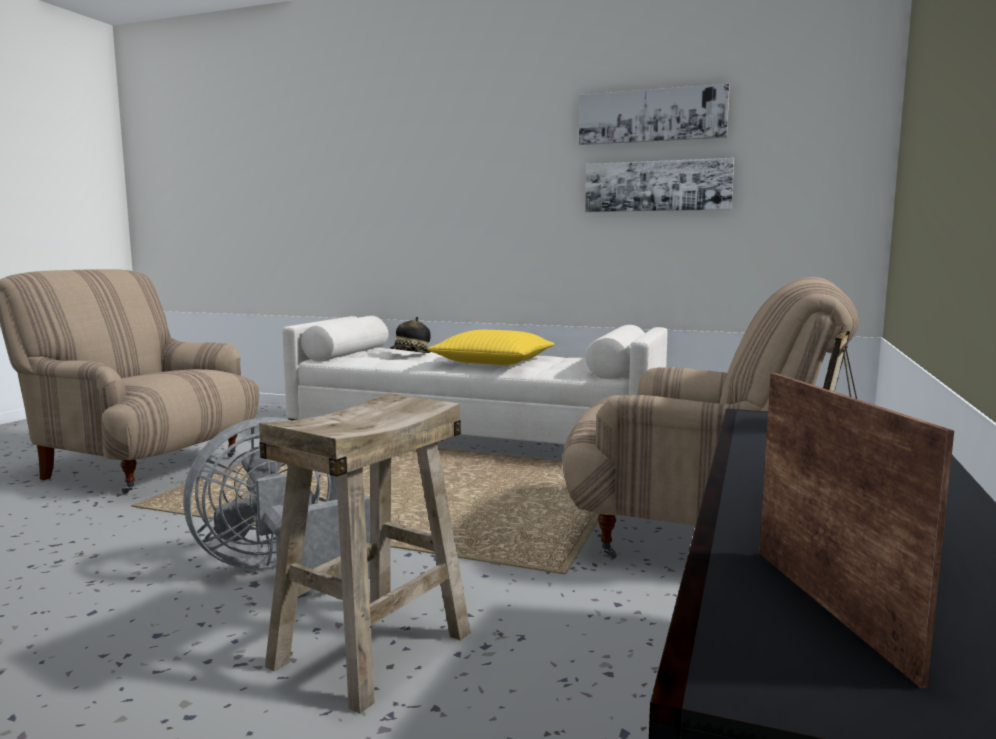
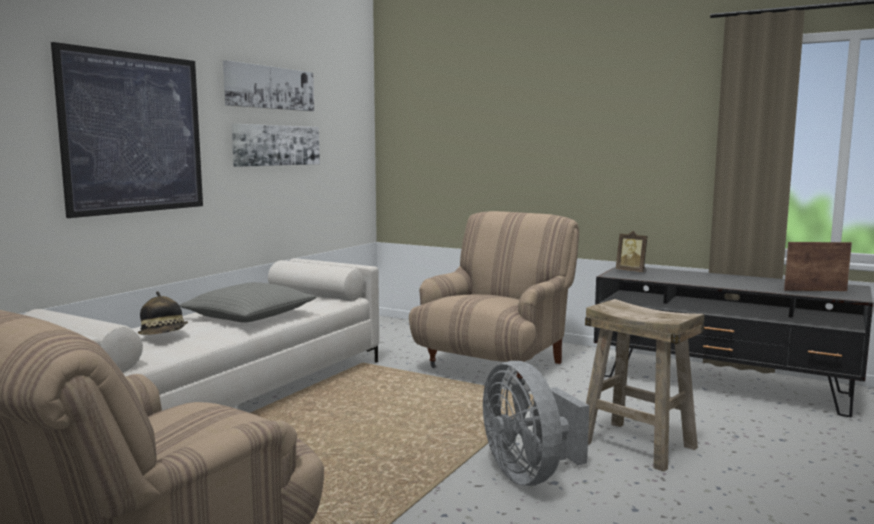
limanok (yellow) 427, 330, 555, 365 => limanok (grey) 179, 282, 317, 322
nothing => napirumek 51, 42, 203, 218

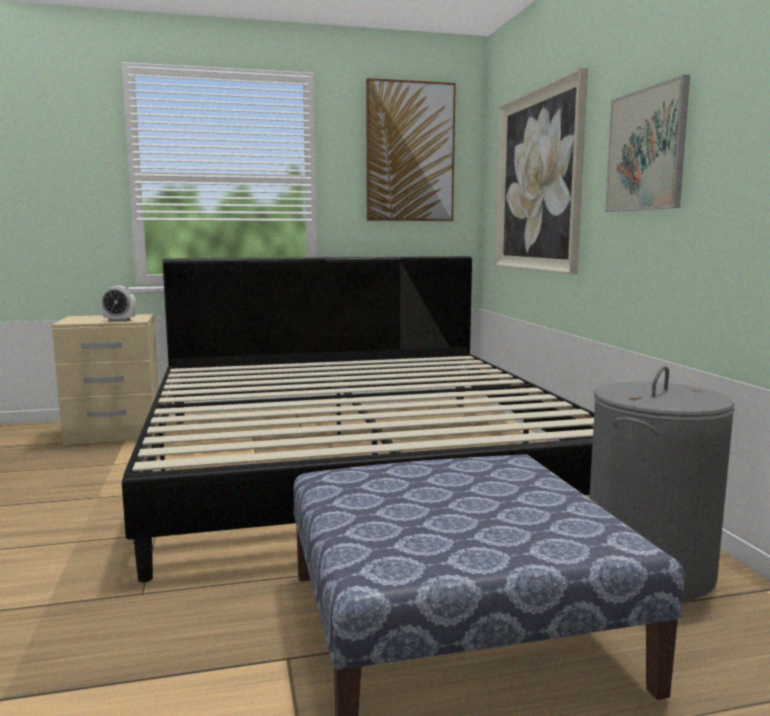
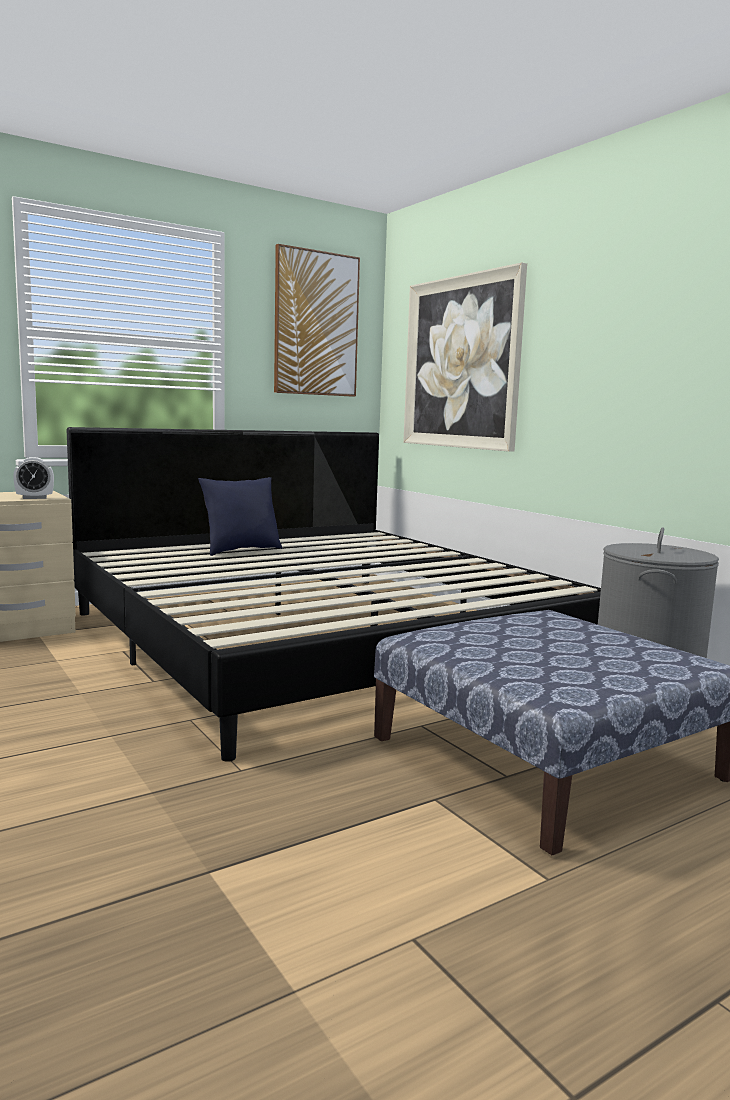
napirumek 605, 75, 690, 212 => nothing
nothing => limanok (blue) 198, 477, 282, 556

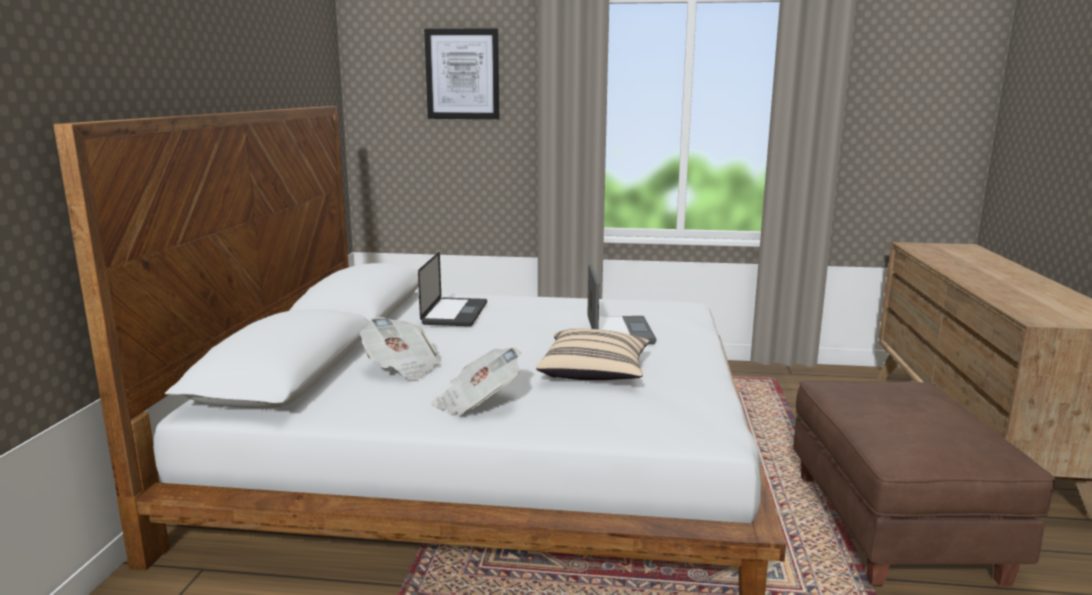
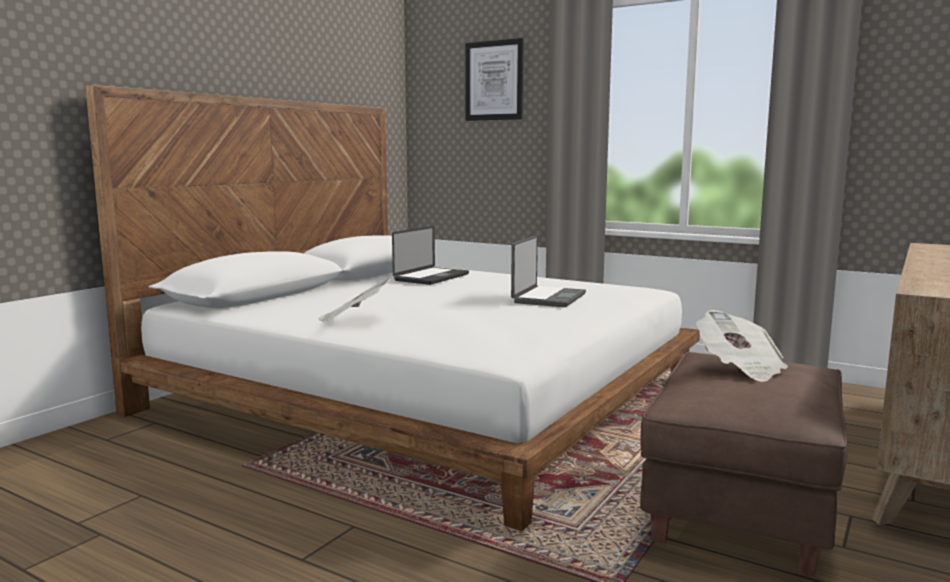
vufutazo 360, 317, 441, 380 => vufutazo 696, 310, 788, 382, shifted
limanok (beige) 536, 328, 649, 380 => nothing

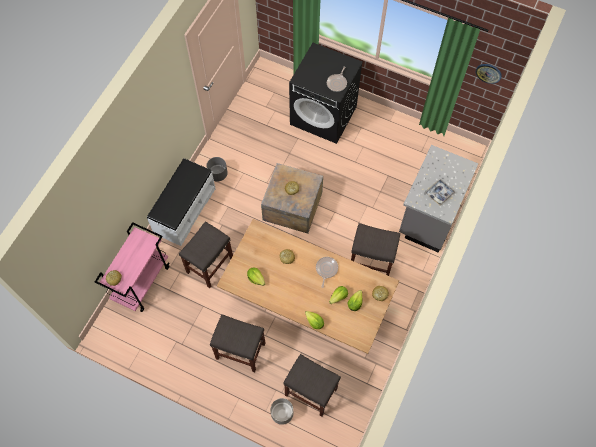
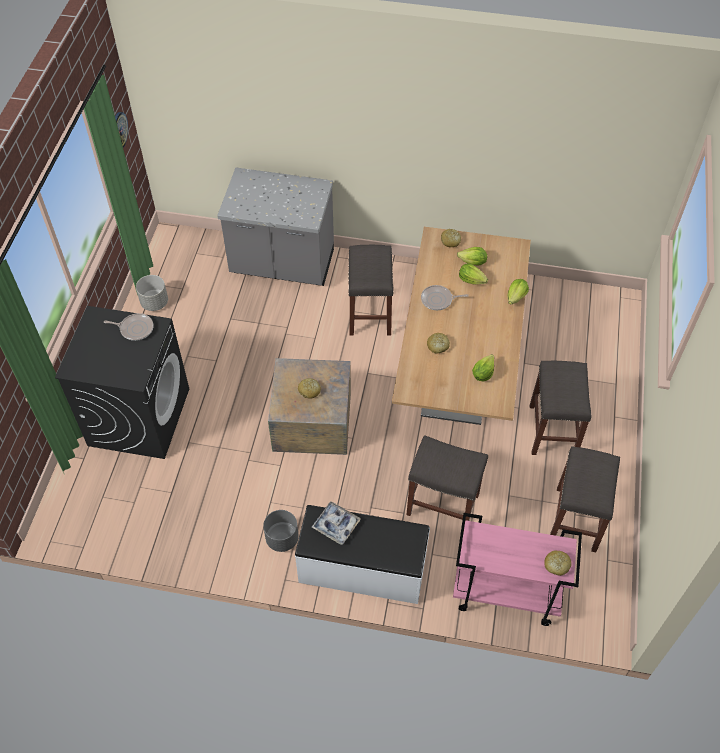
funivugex 425, 179, 455, 206 => funivugex 312, 501, 361, 545, shifted
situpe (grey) 283, 354, 341, 417 => situpe (grey) 550, 446, 620, 552, shifted
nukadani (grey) 270, 398, 293, 425 => nukadani (grey) 136, 275, 168, 311, shifted

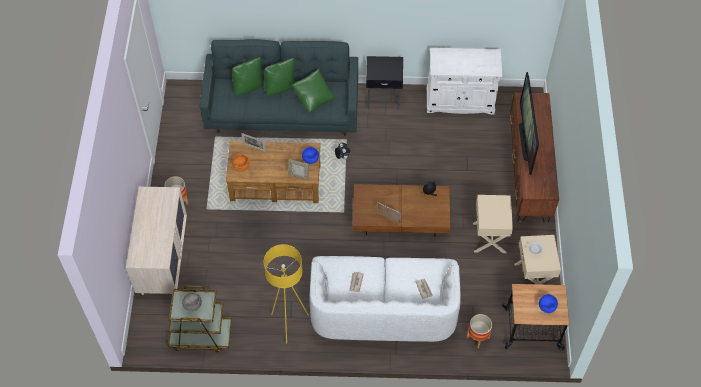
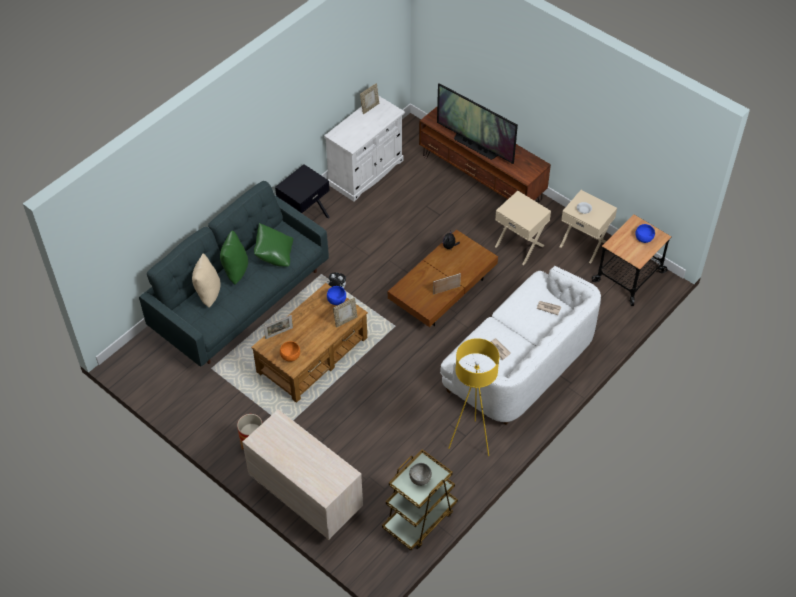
limanok (green) 232, 58, 263, 96 => limanok (beige) 192, 253, 221, 308
nukadani 467, 314, 492, 348 => nothing
nothing => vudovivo 360, 83, 379, 114

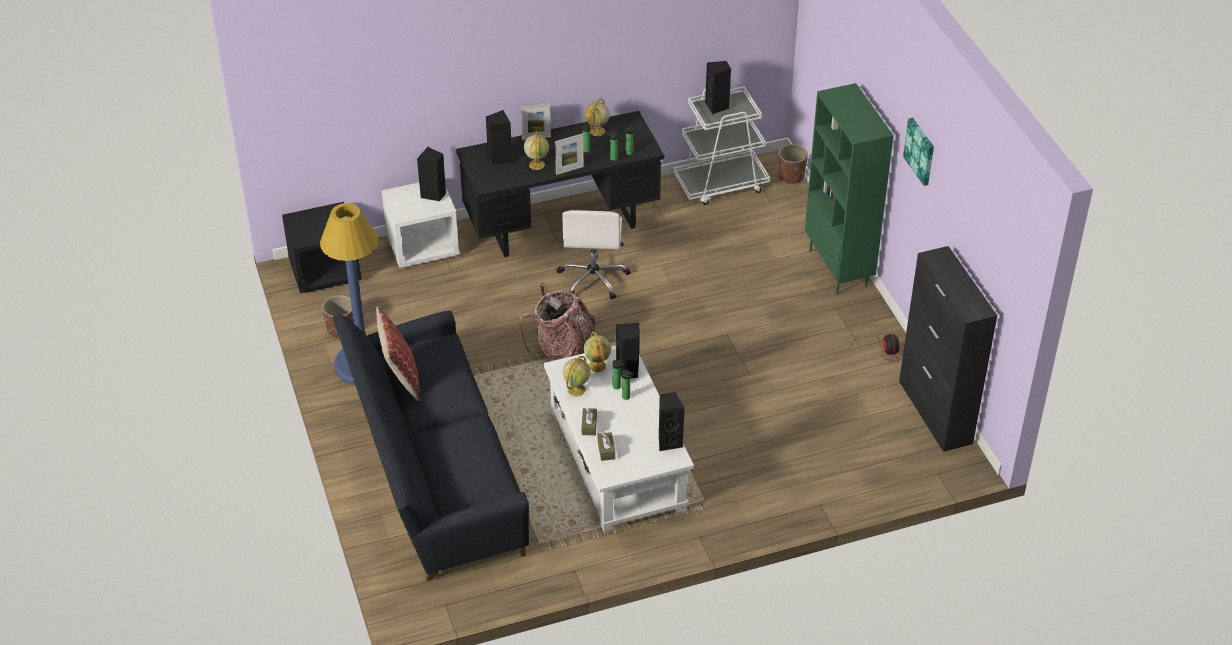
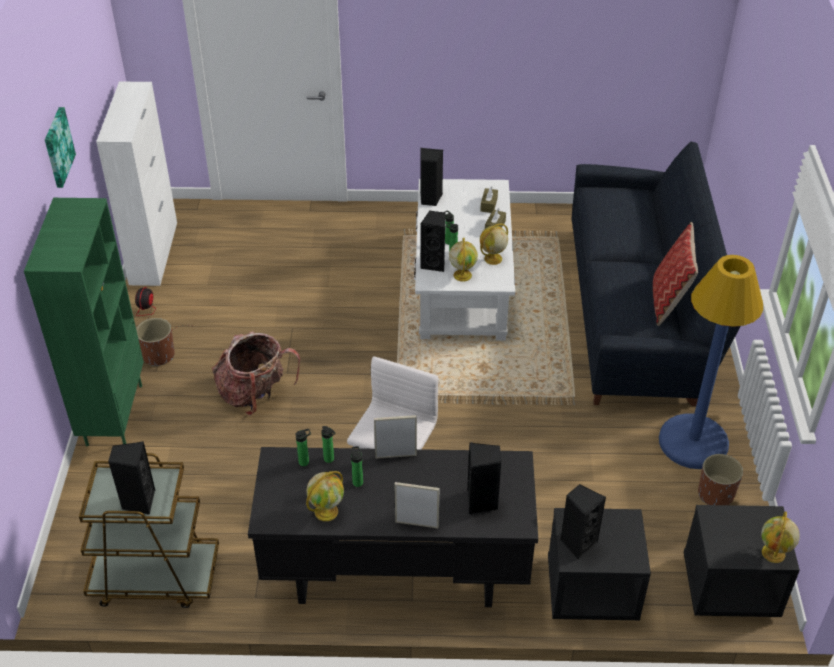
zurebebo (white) 673, 86, 770, 205 => zurebebo (brown) 79, 453, 219, 608
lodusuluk 524, 131, 549, 170 => lodusuluk 761, 511, 800, 563, shifted
nukadani (brown) 778, 144, 808, 185 => nukadani (brown) 136, 318, 175, 367, shifted
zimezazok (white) 382, 183, 460, 268 => zimezazok (black) 548, 508, 651, 620
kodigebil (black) 899, 246, 997, 452 => kodigebil (white) 96, 82, 177, 286
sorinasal 519, 283, 596, 361 => sorinasal 212, 331, 300, 415, shifted

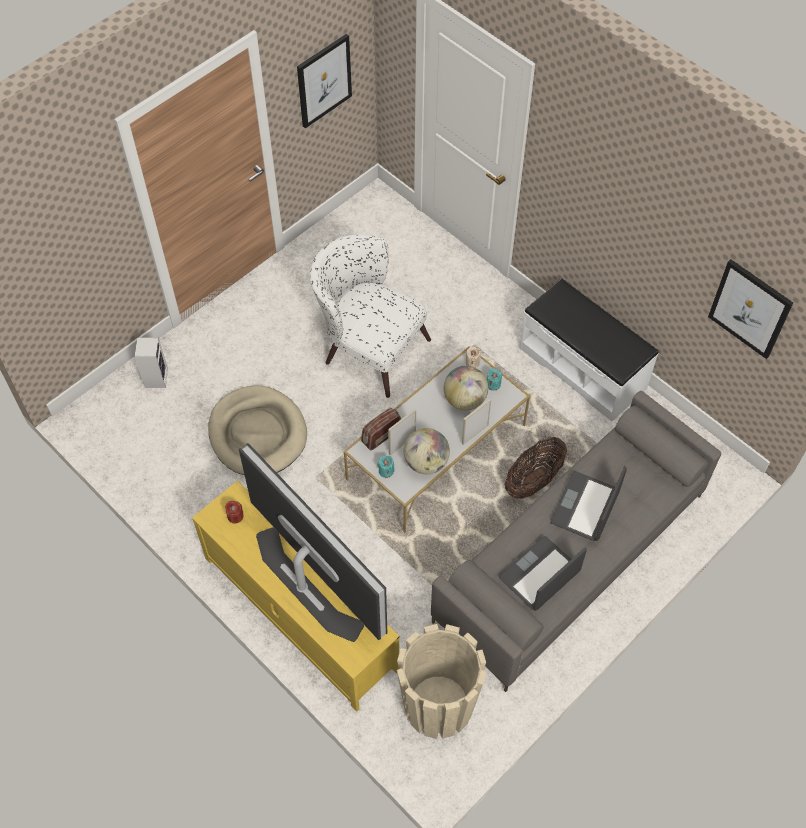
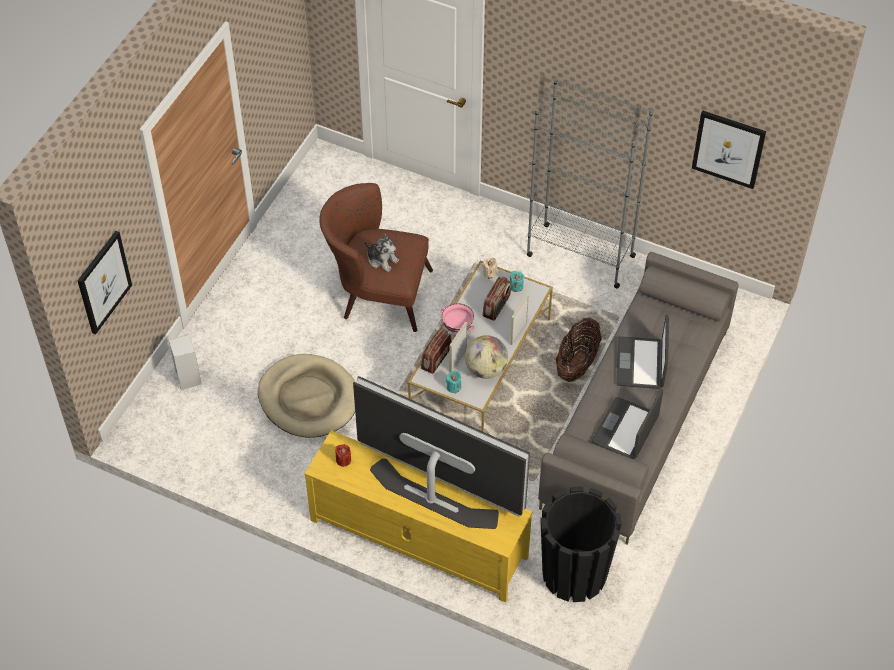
napirumek 297, 34, 352, 128 => napirumek 77, 231, 132, 334, shifted
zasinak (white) 310, 234, 431, 398 => zasinak (brown) 319, 183, 433, 332
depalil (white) 519, 278, 658, 422 => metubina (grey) 526, 78, 653, 289
lodusuluk 444, 366, 488, 410 => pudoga 483, 277, 511, 321
nukadani (beige) 397, 624, 486, 739 => nukadani (black) 540, 486, 622, 602
nothing => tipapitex 364, 234, 399, 272
nothing => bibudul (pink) 441, 303, 475, 333

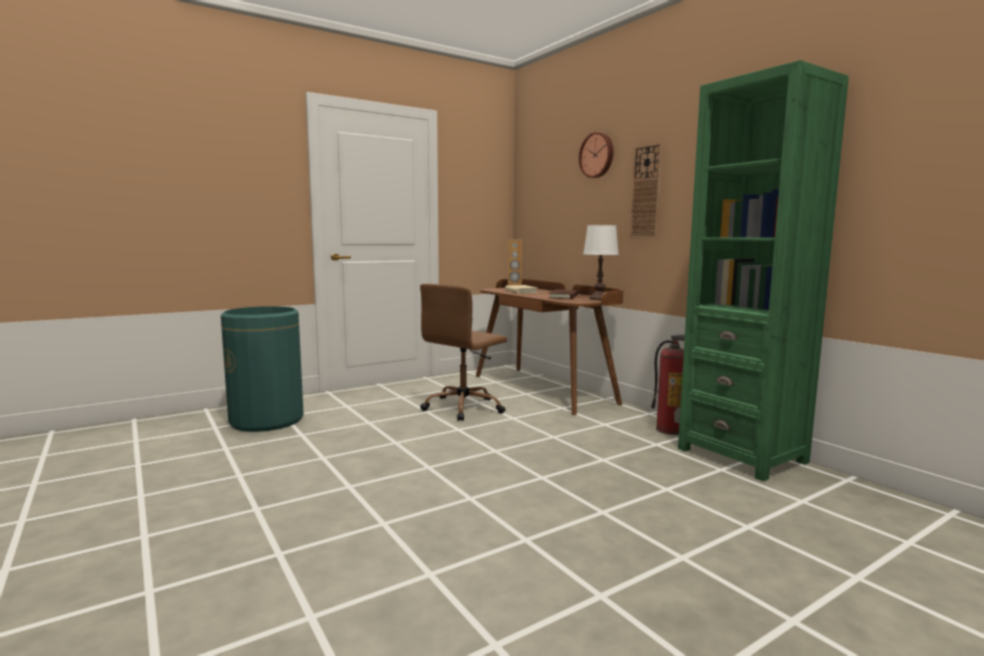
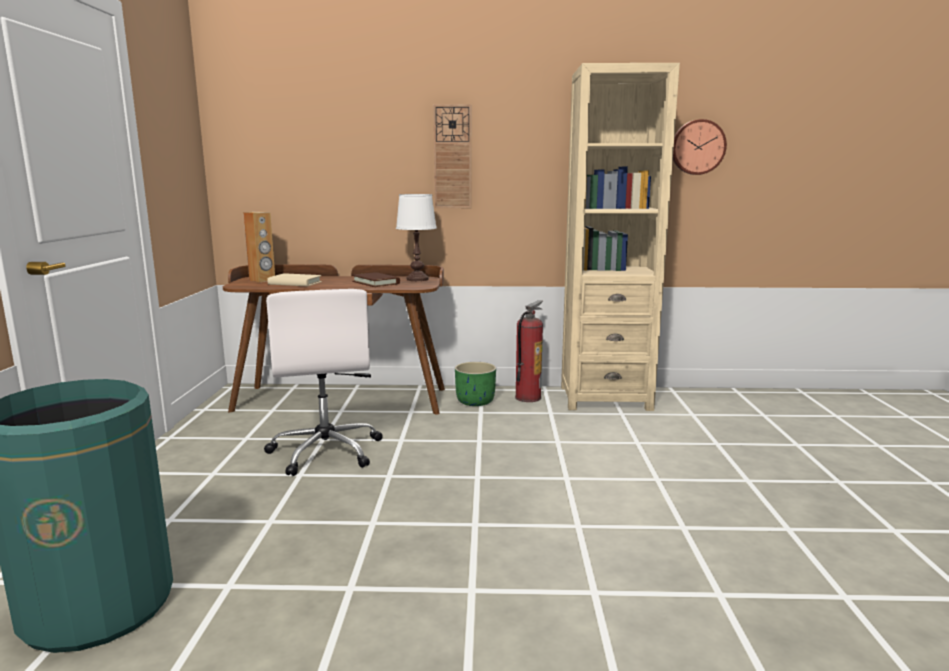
metubina (green) 678, 60, 849, 481 => metubina (beige) 561, 63, 680, 411
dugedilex 579, 132, 613, 178 => dugedilex 673, 119, 727, 175, shifted
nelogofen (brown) 420, 284, 507, 421 => nelogofen (white) 264, 289, 382, 476
nothing => nukadani (green) 455, 362, 496, 406

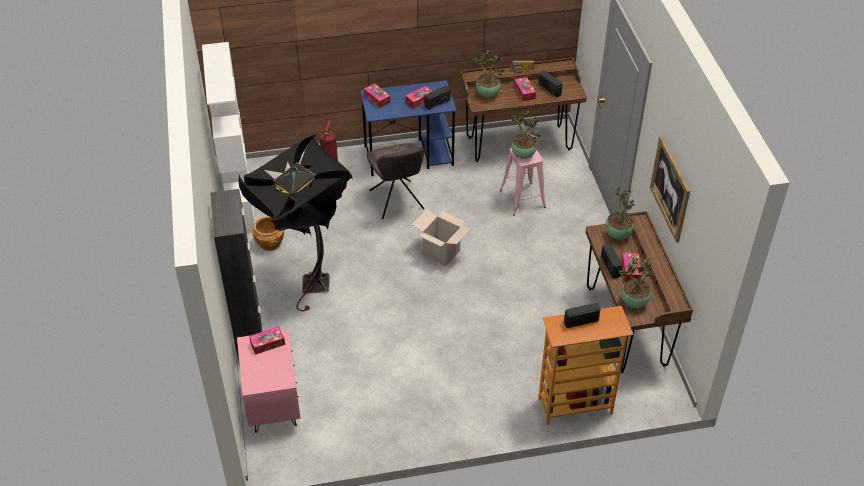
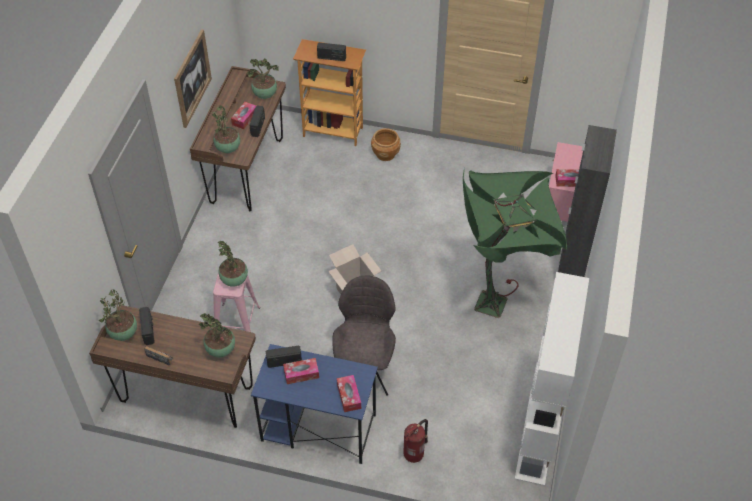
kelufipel 514, 77, 536, 101 => nothing
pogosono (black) 239, 134, 352, 311 => pogosono (green) 463, 168, 567, 318
nukadani (brown) 252, 216, 284, 251 => nukadani (brown) 371, 128, 401, 161, shifted
nothing => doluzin 99, 289, 137, 341

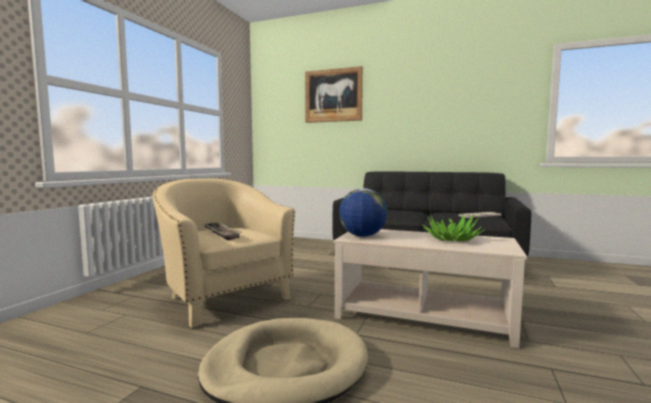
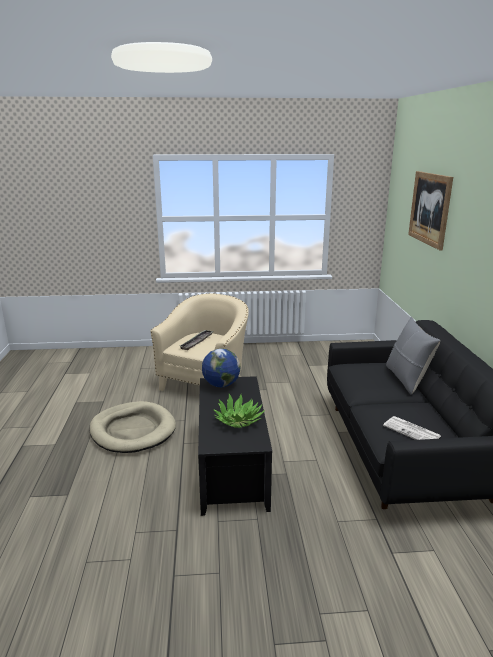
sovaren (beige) 333, 229, 527, 348 => sovaren (black) 198, 376, 272, 516
nothing => limanok (grey) 386, 317, 440, 394

